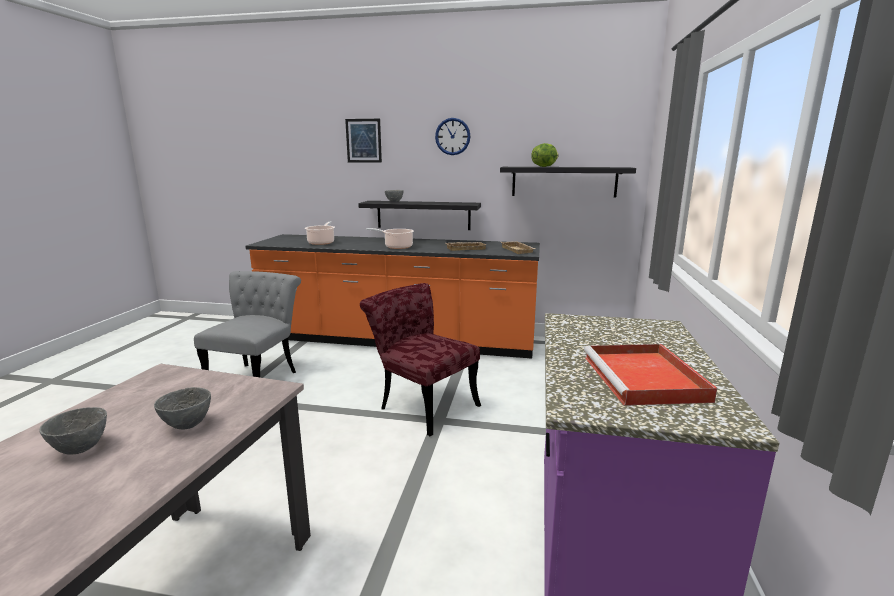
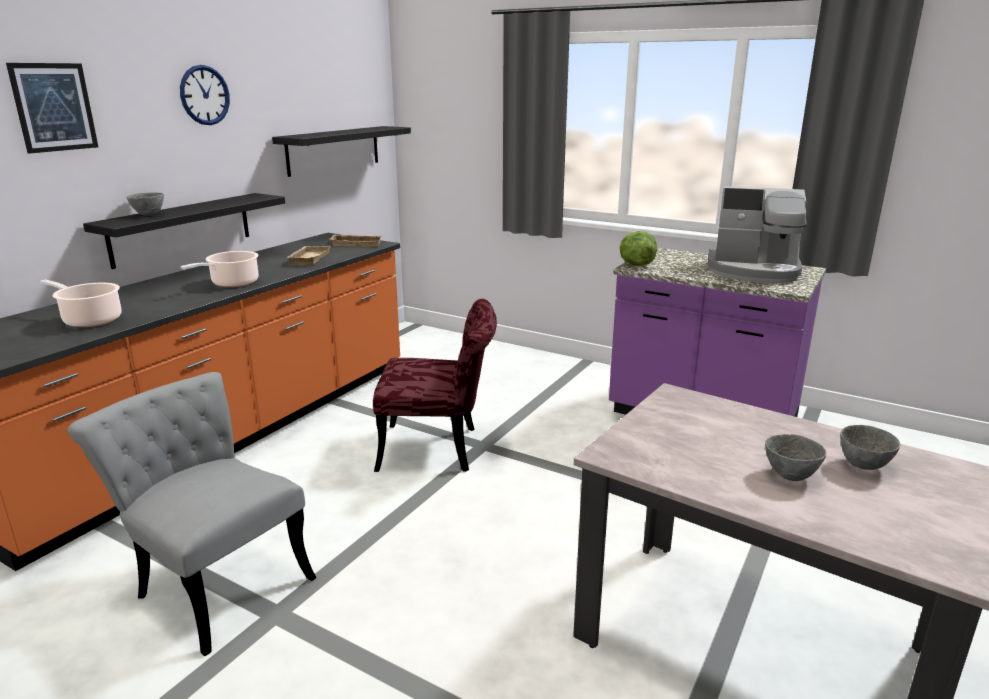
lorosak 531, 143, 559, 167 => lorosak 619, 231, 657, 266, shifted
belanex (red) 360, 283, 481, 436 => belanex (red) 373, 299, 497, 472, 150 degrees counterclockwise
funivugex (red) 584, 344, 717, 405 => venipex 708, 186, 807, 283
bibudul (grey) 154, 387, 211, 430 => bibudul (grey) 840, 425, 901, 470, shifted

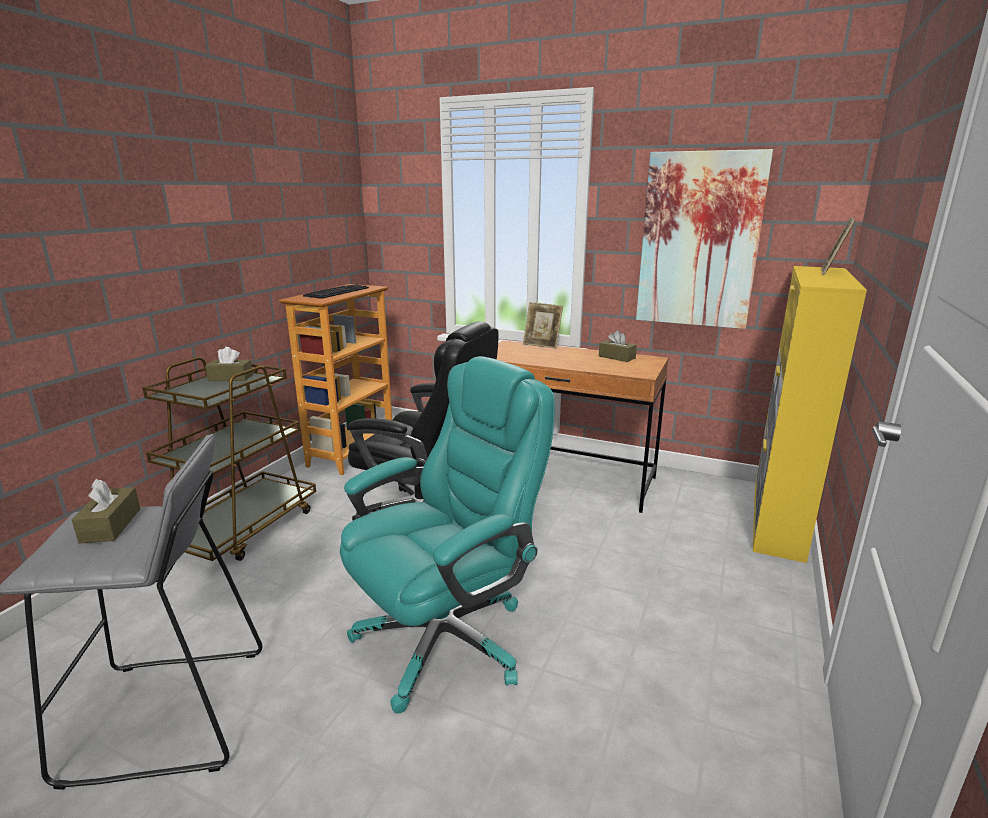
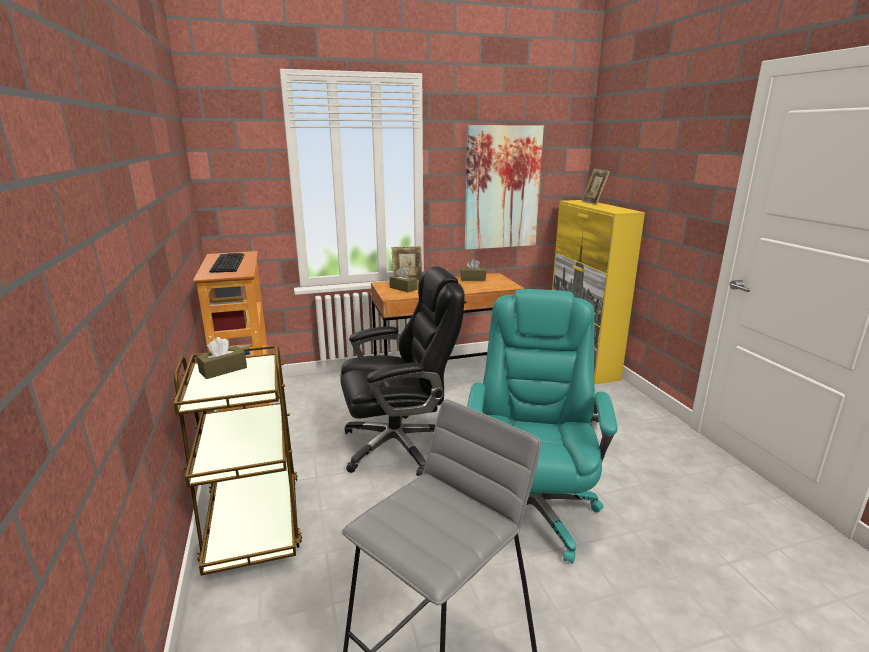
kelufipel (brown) 72, 478, 140, 544 => kelufipel (brown) 389, 267, 418, 292, shifted

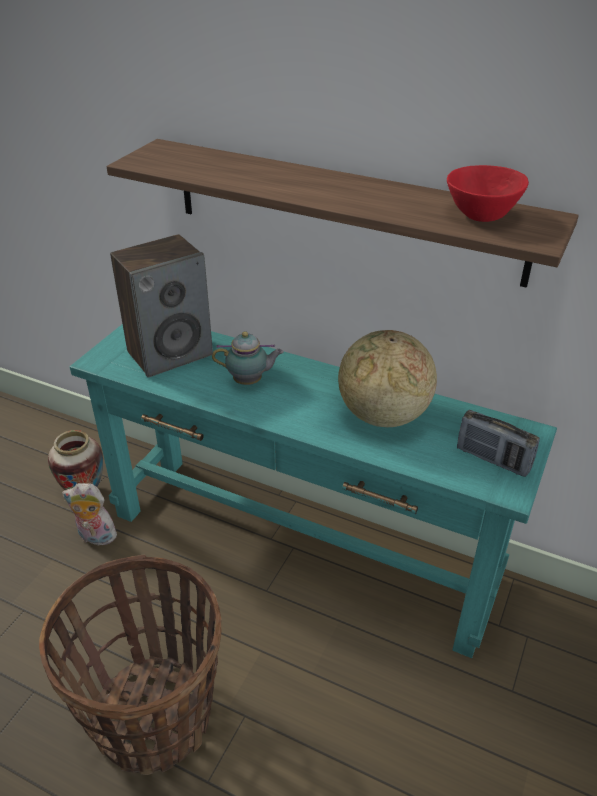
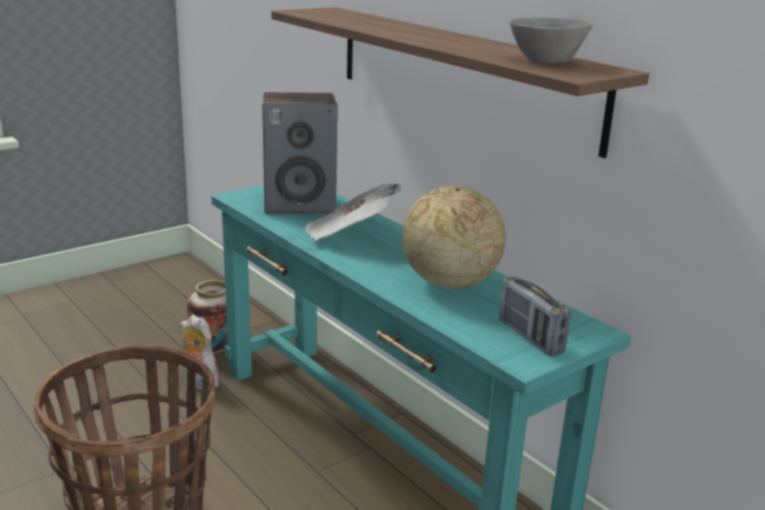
bibudul (red) 447, 165, 529, 222 => bibudul (grey) 510, 17, 593, 63
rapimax 212, 331, 284, 385 => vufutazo 305, 183, 401, 241

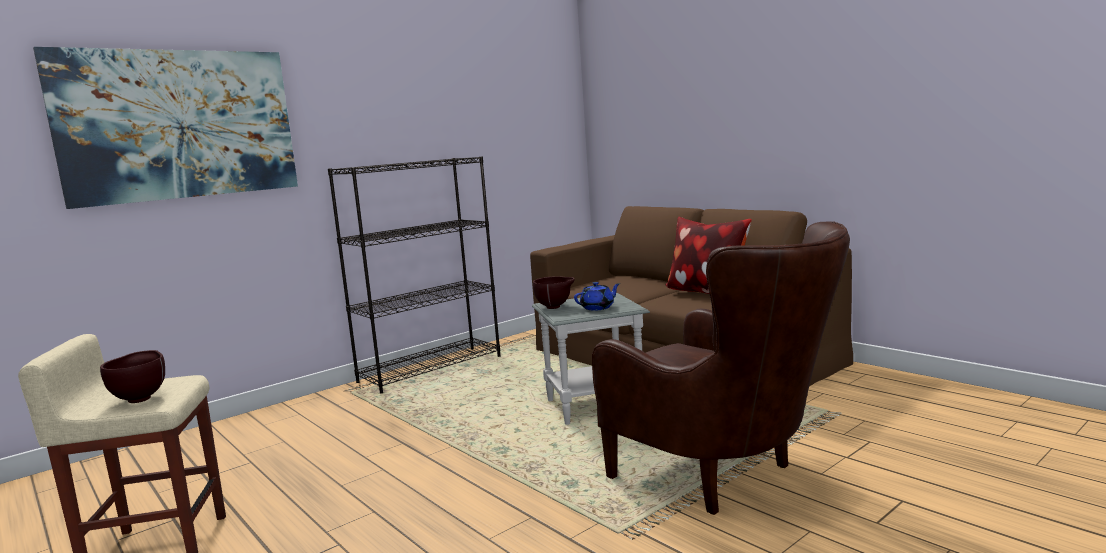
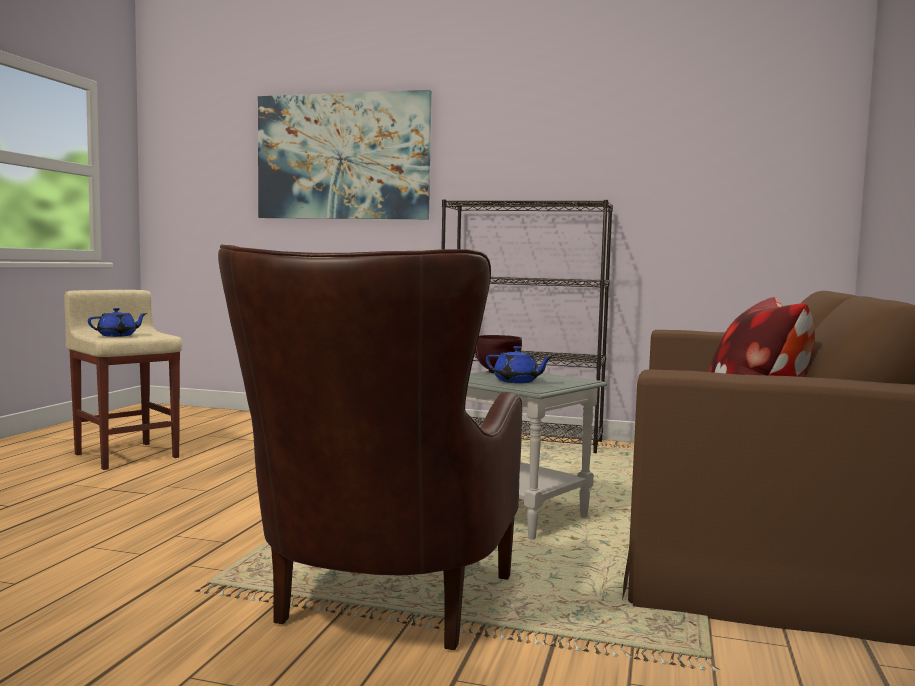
bibudul (brown) 100, 350, 165, 403 => rapimax (blue) 88, 308, 148, 337

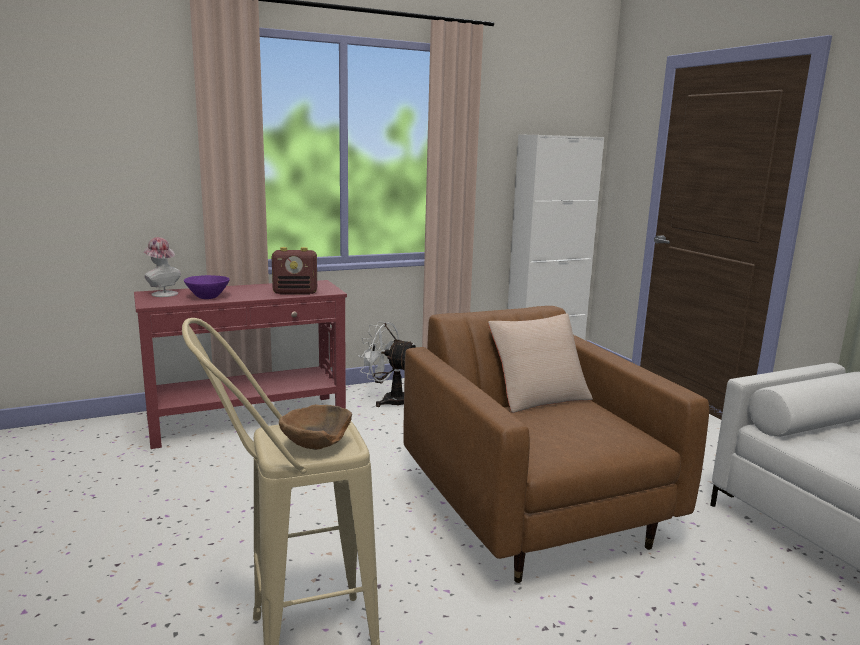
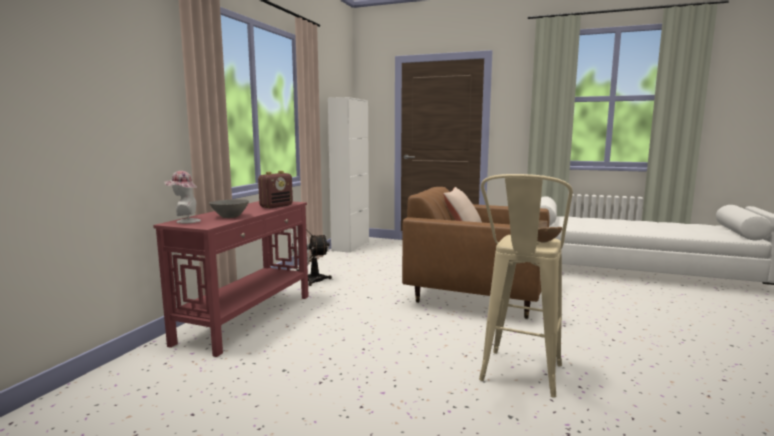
bibudul (purple) 184, 275, 230, 299 => bibudul (grey) 209, 199, 249, 218

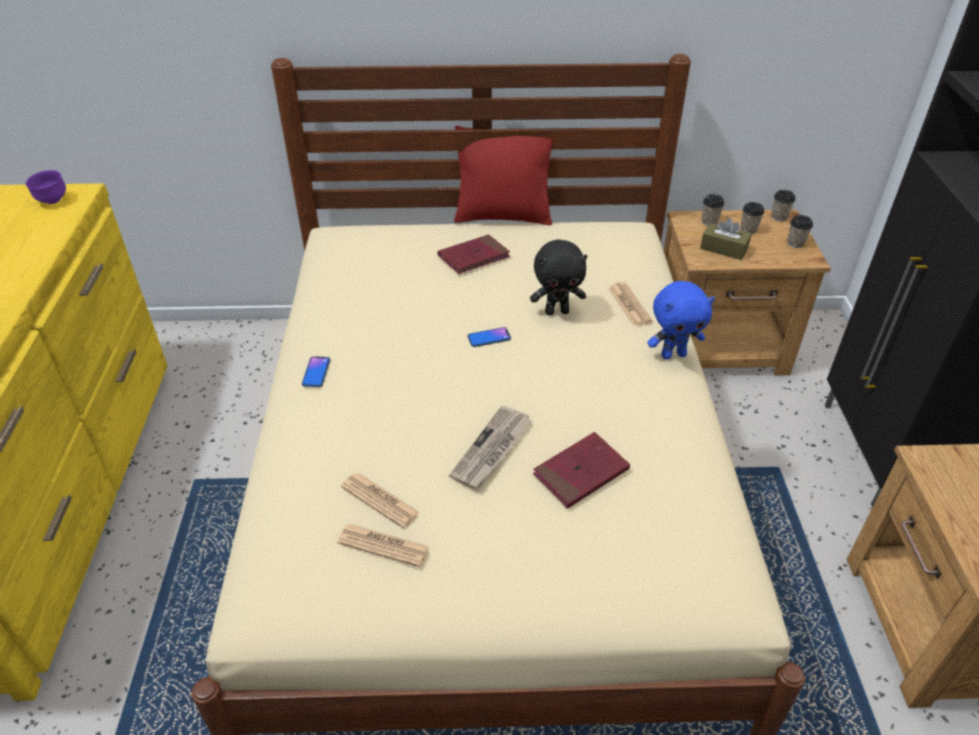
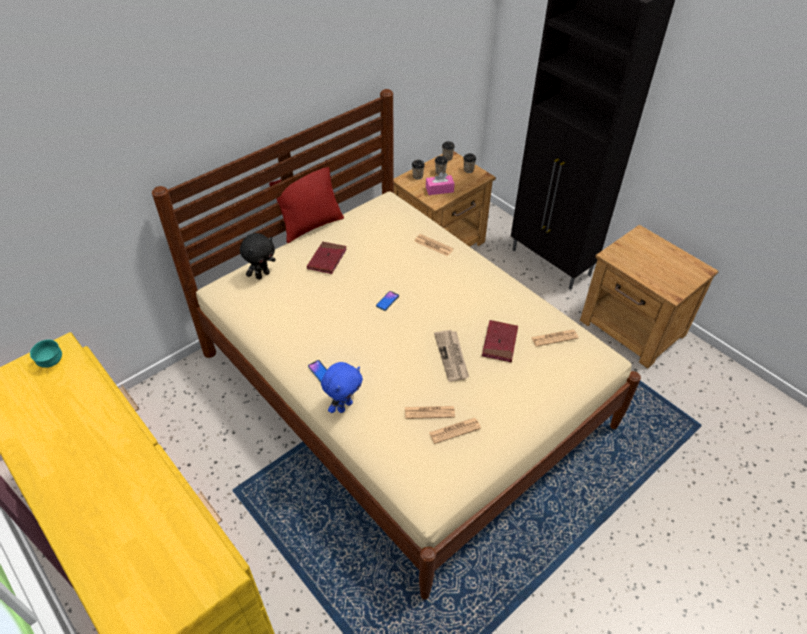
bibudul (purple) 25, 170, 66, 204 => bibudul (turquoise) 30, 340, 62, 368
kelufipel (brown) 700, 218, 752, 260 => kelufipel (pink) 426, 172, 455, 195
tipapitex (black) 530, 240, 587, 315 => tipapitex (black) 240, 233, 276, 280, shifted
tipapitex (blue) 647, 281, 715, 359 => tipapitex (blue) 321, 362, 363, 413, shifted
nothing => vufutazo 531, 329, 578, 347

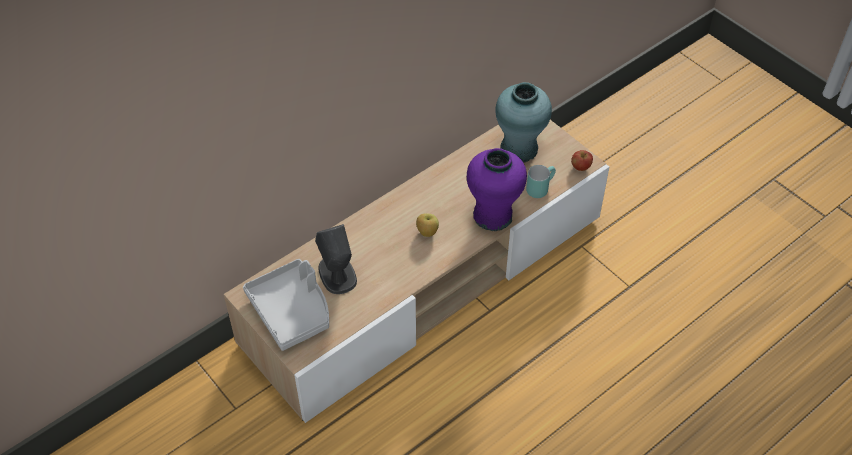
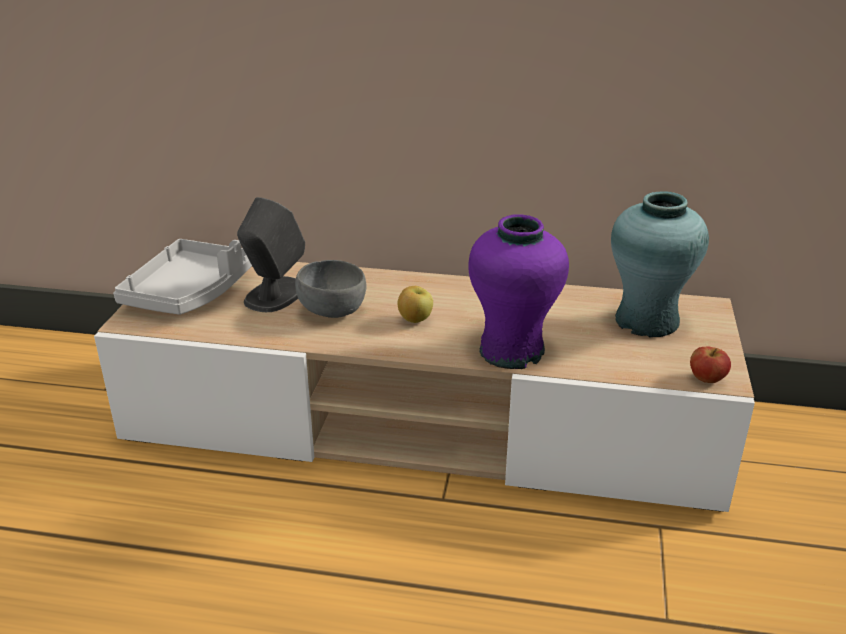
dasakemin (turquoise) 526, 165, 556, 198 => nothing
nothing => bibudul (grey) 295, 260, 367, 318

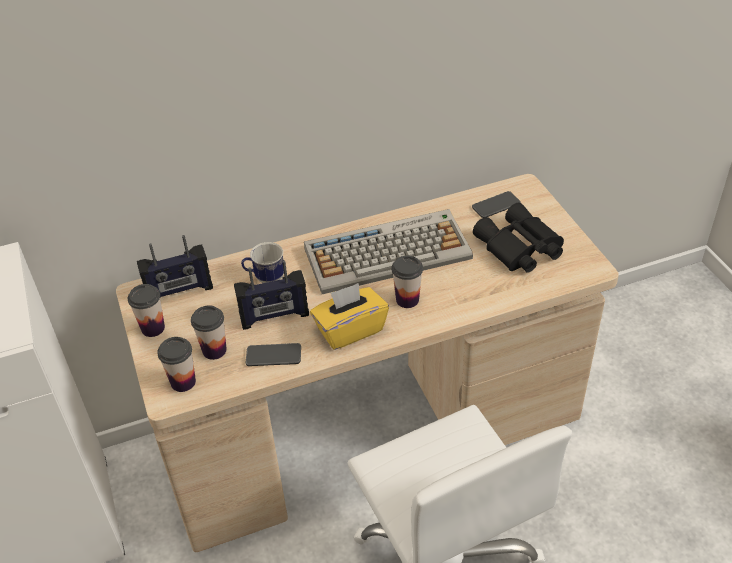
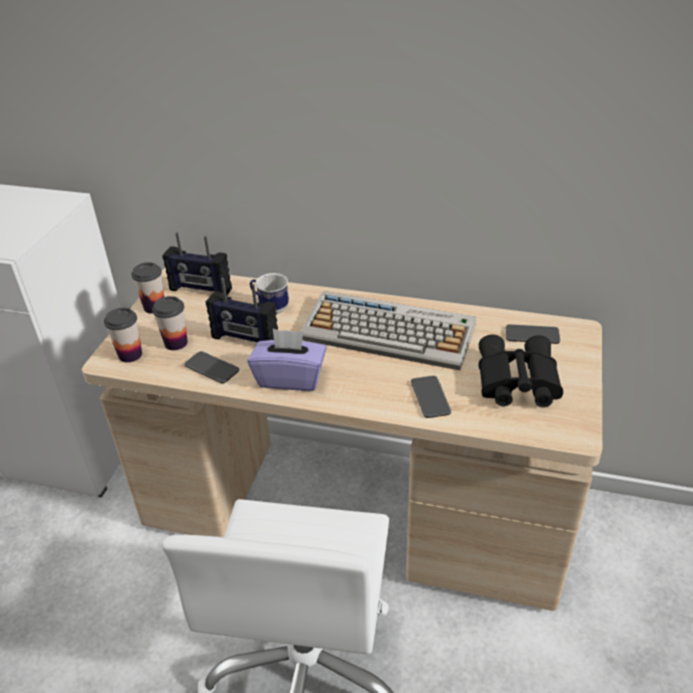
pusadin 392, 256, 423, 308 => nothing
kelufipel (yellow) 310, 283, 389, 350 => kelufipel (purple) 248, 329, 327, 391
nothing => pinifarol 411, 376, 451, 418

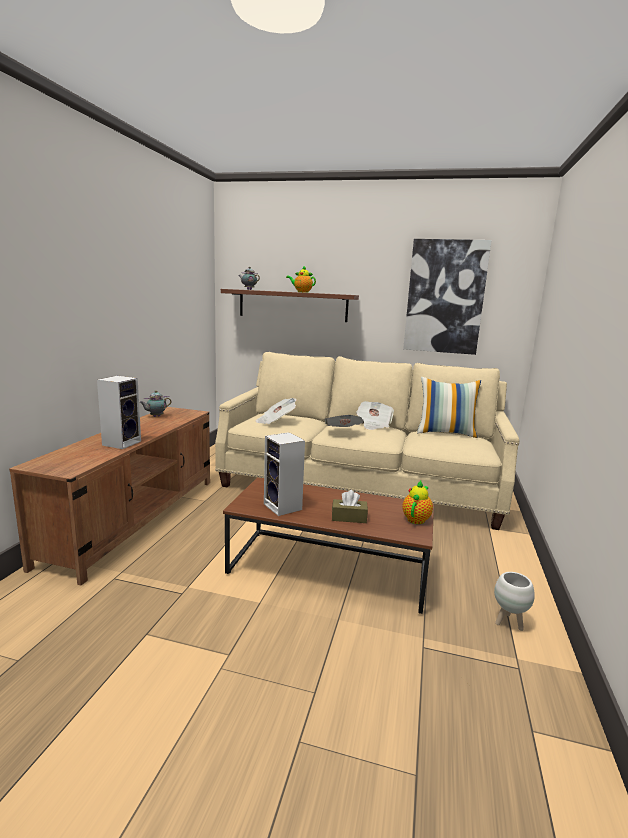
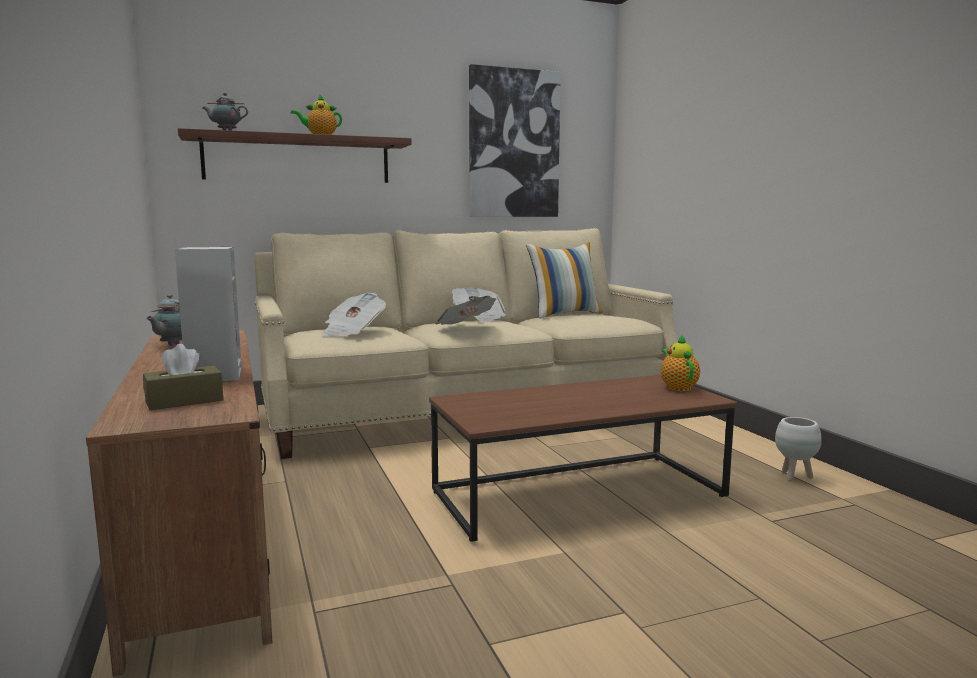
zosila 264, 432, 305, 516 => nothing
kelufipel (brown) 332, 490, 368, 523 => kelufipel (brown) 143, 344, 223, 410, shifted

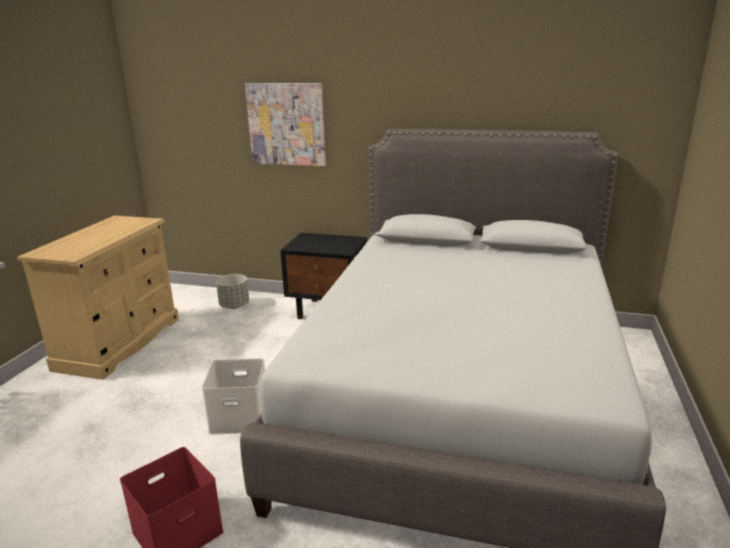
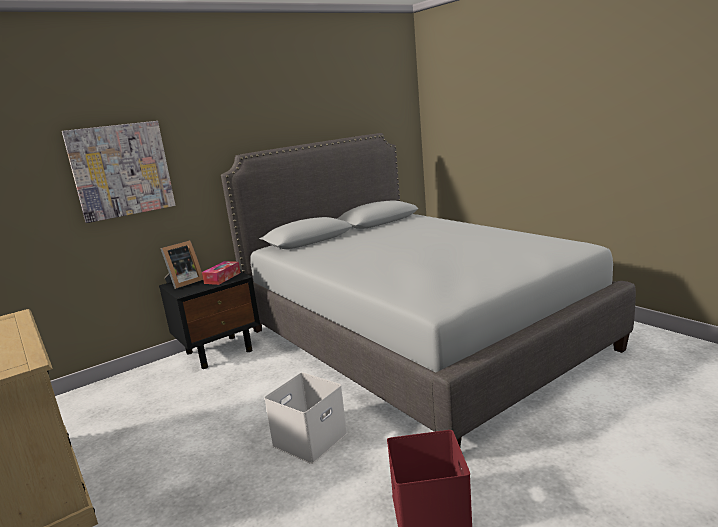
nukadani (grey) 216, 274, 249, 309 => nothing
nothing => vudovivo 161, 240, 203, 289
nothing => kelufipel 202, 261, 241, 285

